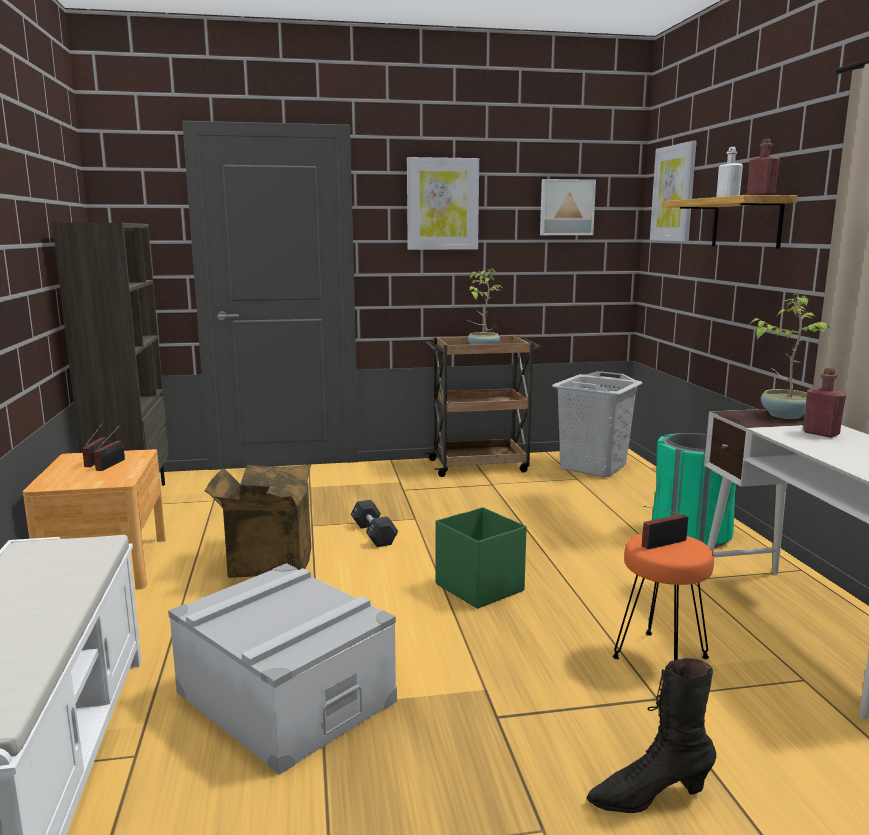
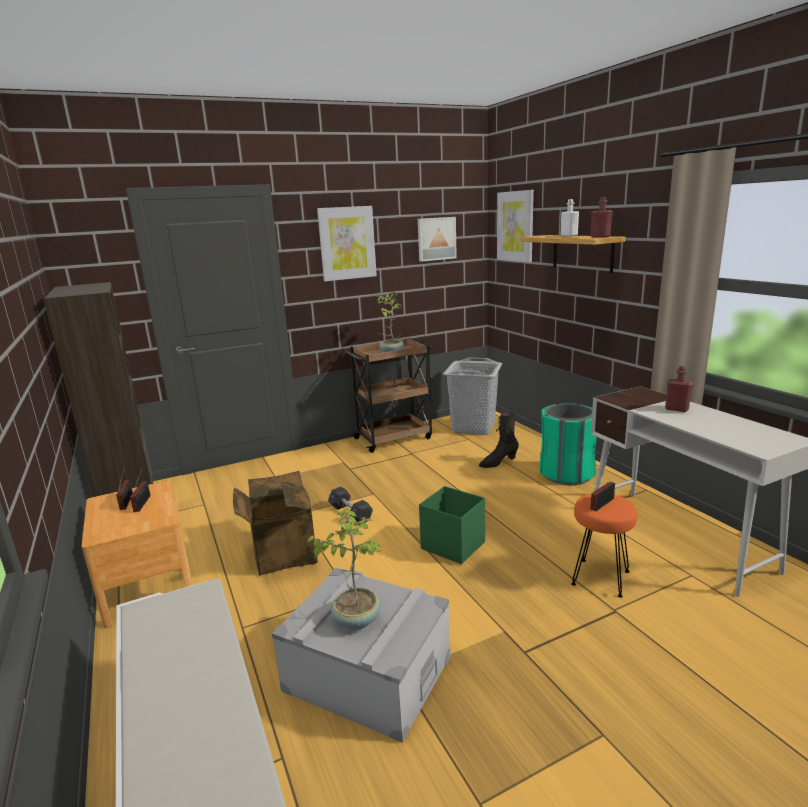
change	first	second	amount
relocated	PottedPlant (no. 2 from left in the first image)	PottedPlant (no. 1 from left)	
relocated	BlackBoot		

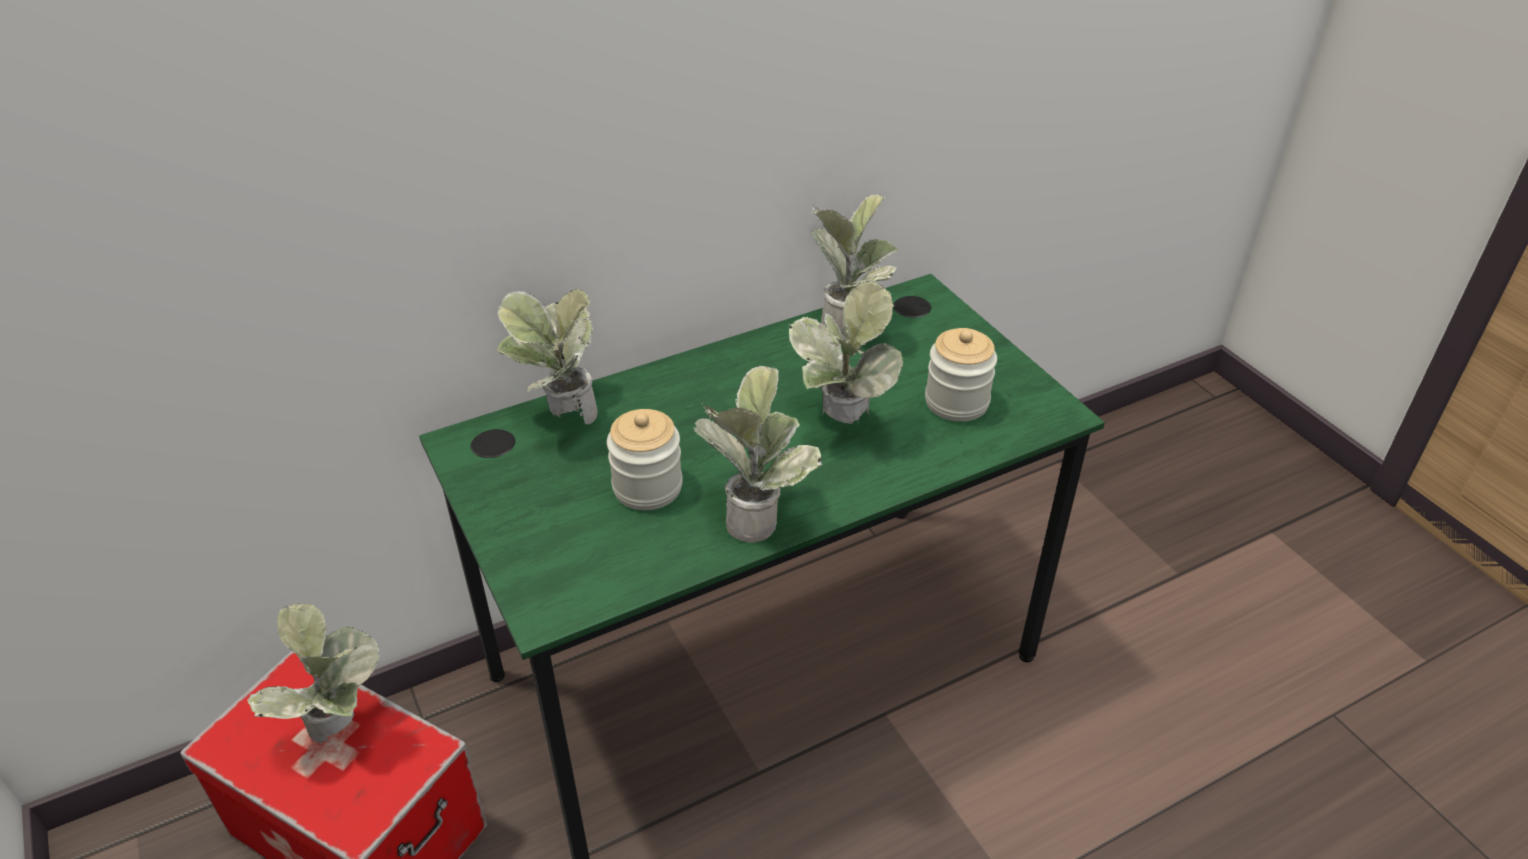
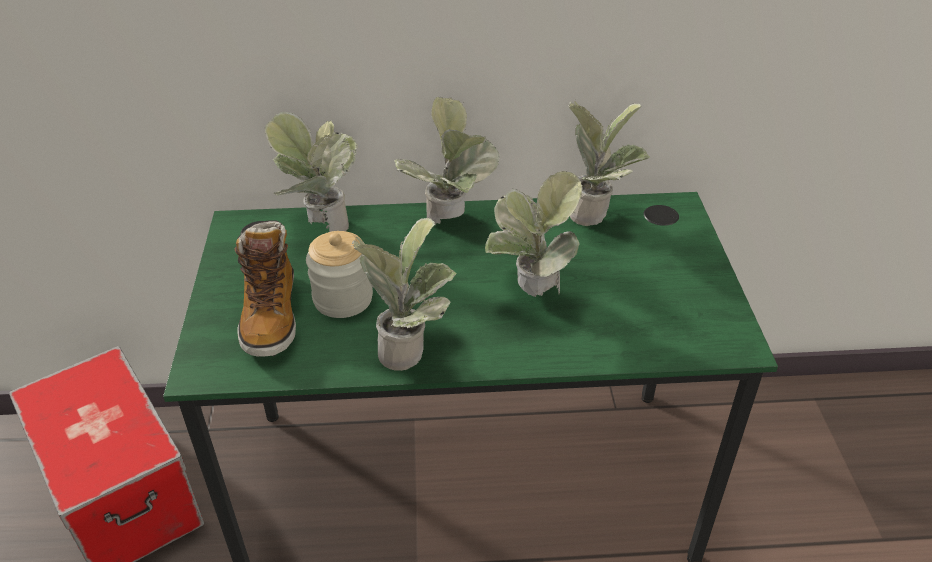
change	first	second	amount
missing	Jar (no. 2 from left)		
relocated	PottedPlant (no. 1 from left in the first image)	PottedPlant (no. 3 from left)	
appeared		Boot	

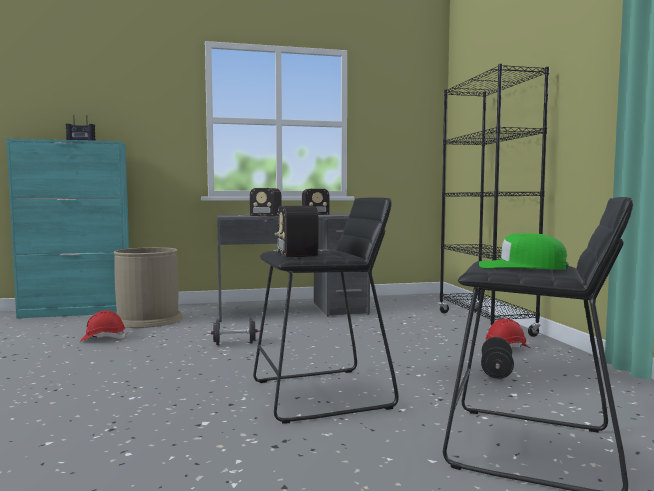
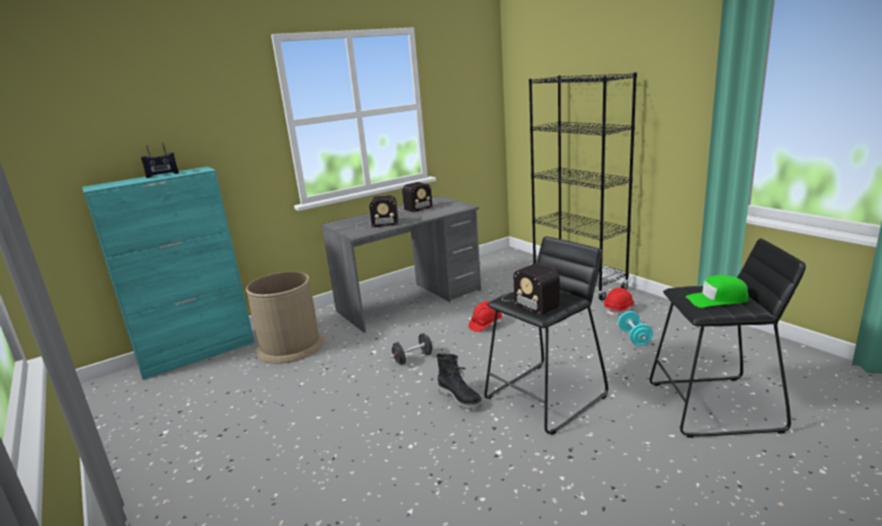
change	first	second	amount
relocated	RedHardHat (no. 1 from left)		
colour	BlackDumbbell (no. 2 from left)	TurquoiseDumbbell	
appeared		BlackBoot	

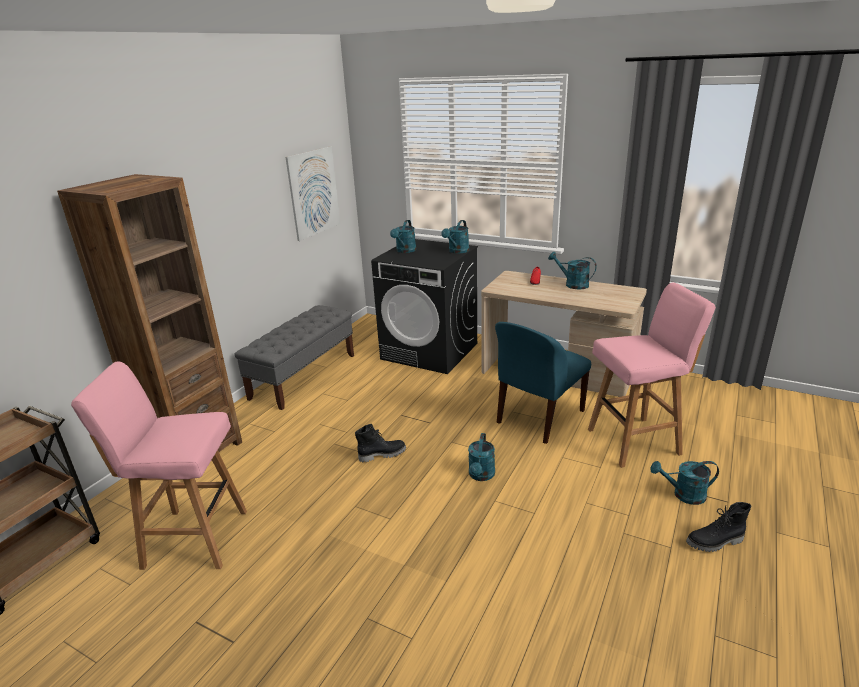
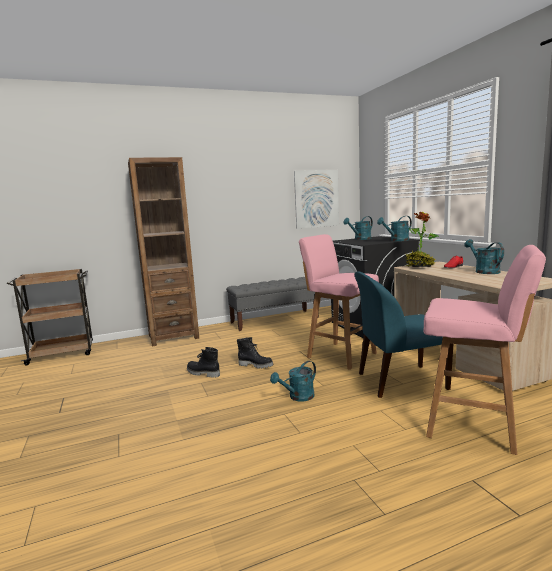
change	first	second	amount
relocated	PinkStool (no. 1 from left)		
missing	TurquoiseWateringCan (no. 5 from left)		
relocated	BlackBoot (no. 2 from left in the first image)	BlackBoot (no. 1 from left)	
appeared		PottedPlant	

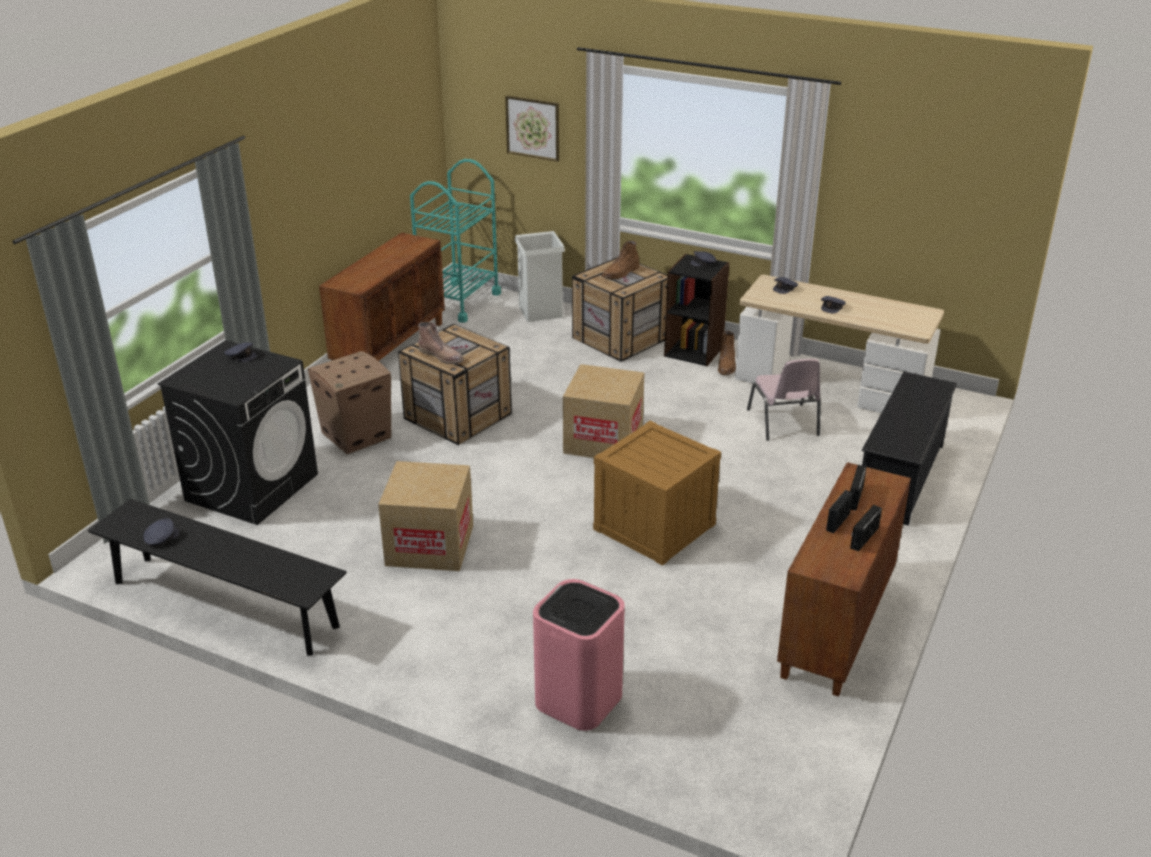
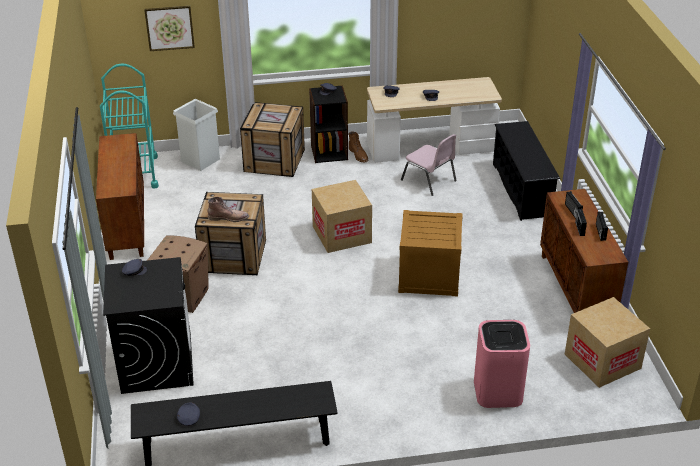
change	first	second	amount
missing	BrownBoot (no. 2 from left)		
relocated	CardboardBox (no. 2 from left in the first image)	CardboardBox (no. 3 from left)	

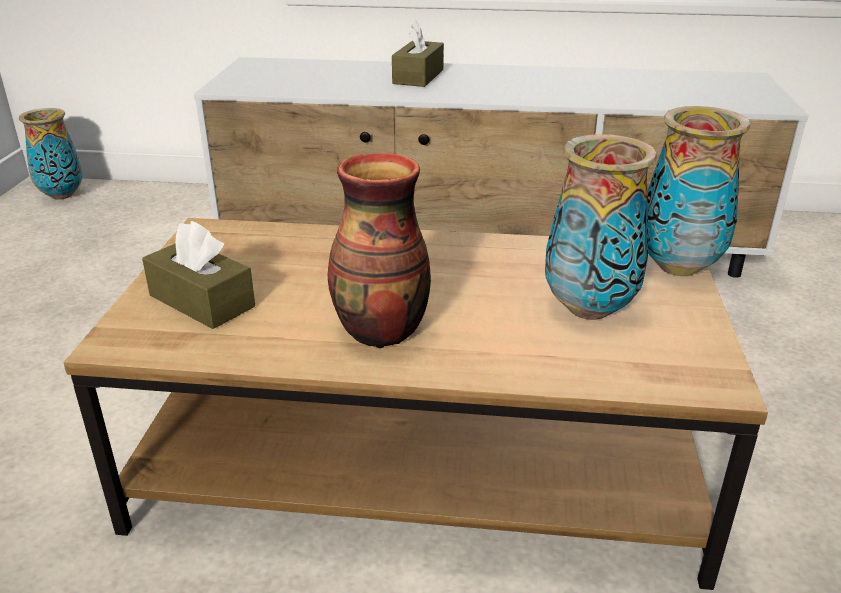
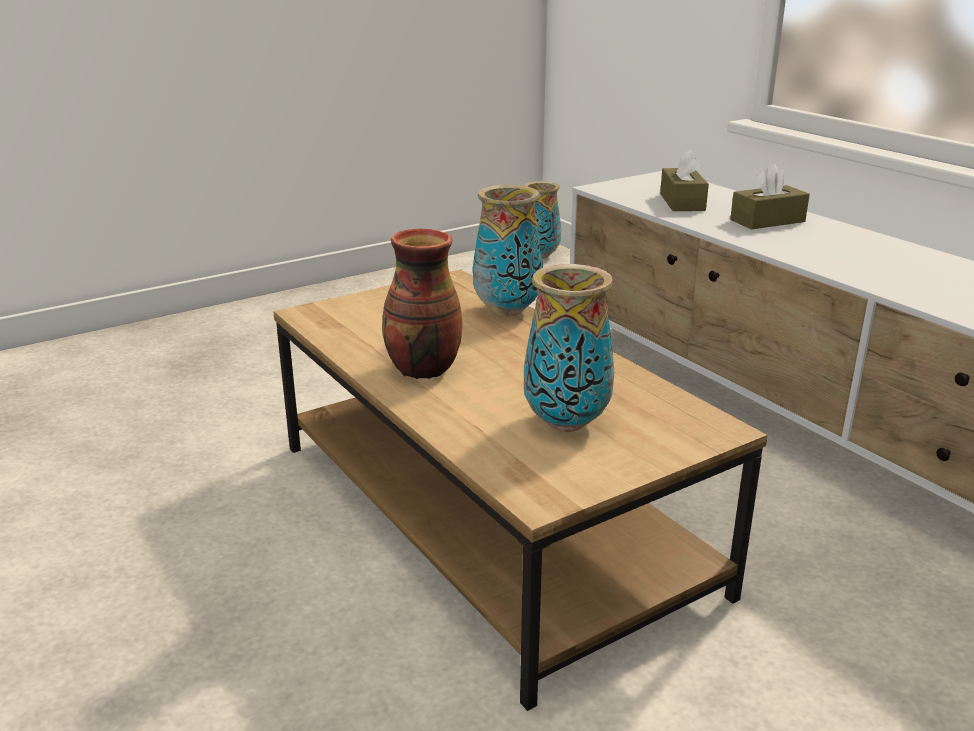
change	first	second	amount
relocated	Vase (no. 4 from left in the first image)	Vase (no. 2 from left)	
relocated	BrownTissueBox (no. 1 from left)		

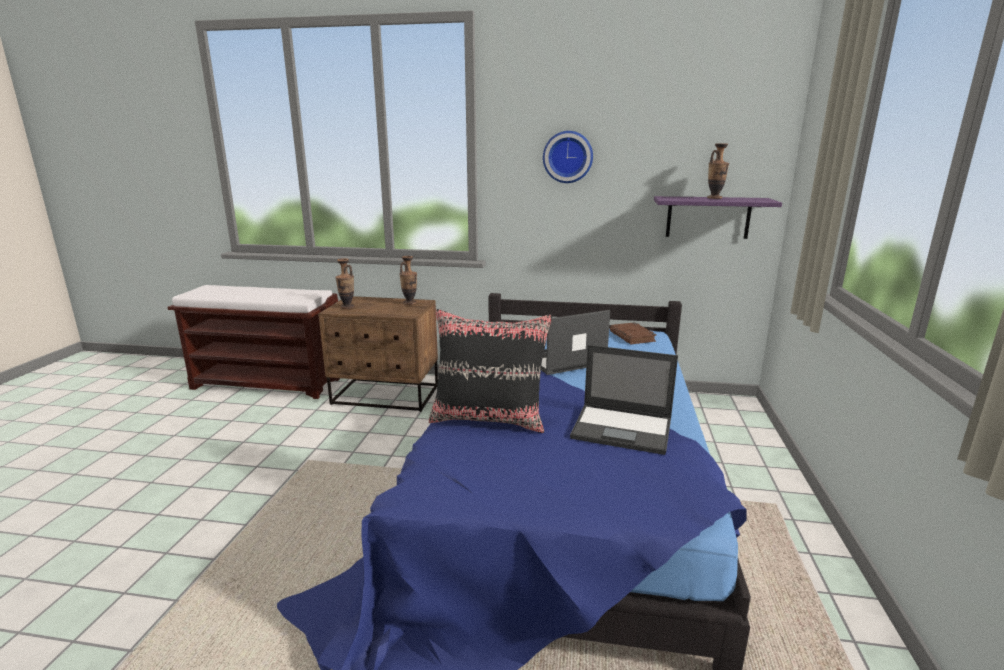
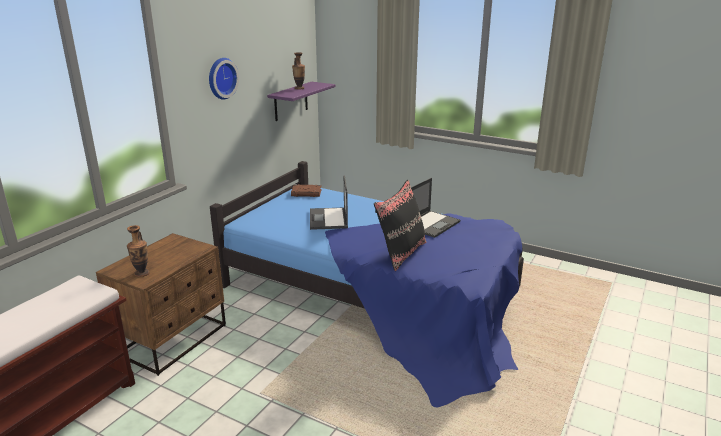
change	first	second	amount
missing	Vase (no. 2 from left)		

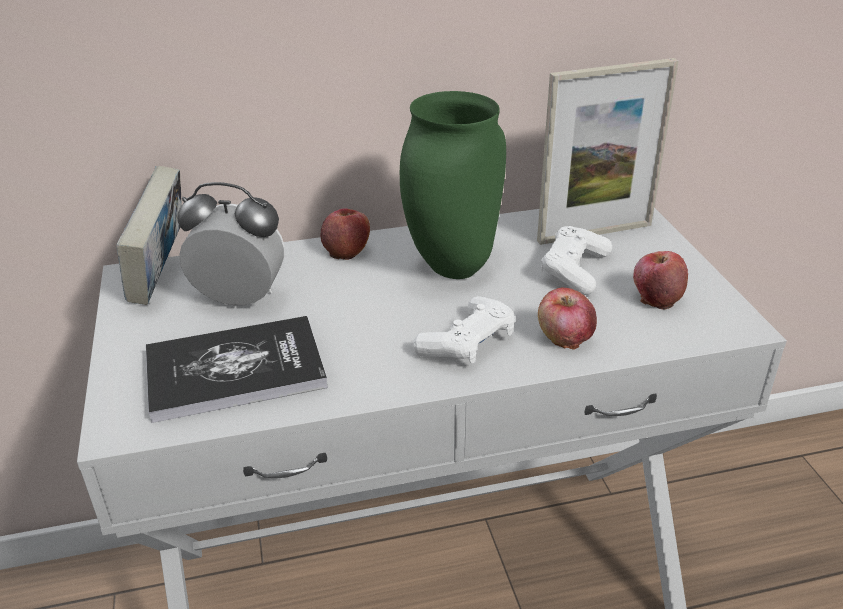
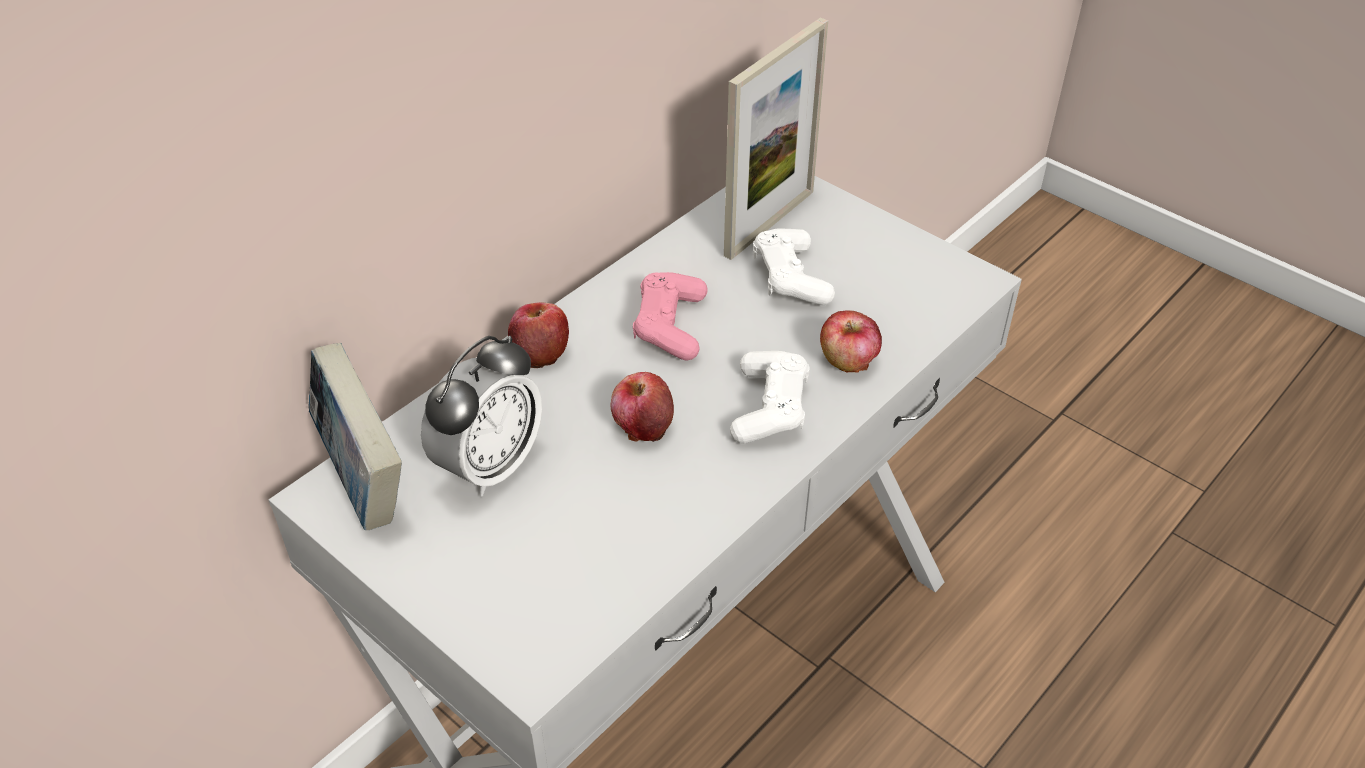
change	first	second	amount
exchanged	GreenVase	PinkGameController	
spun	AlarmClock		150 degrees clockwise
relocated	Apple (no. 3 from left in the first image)	Apple (no. 2 from left)	
missing	Book (no. 2 from left)		

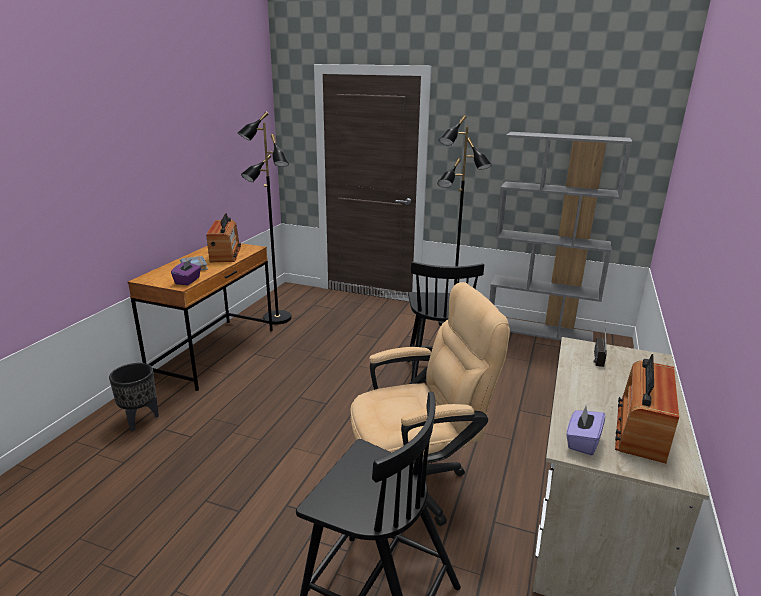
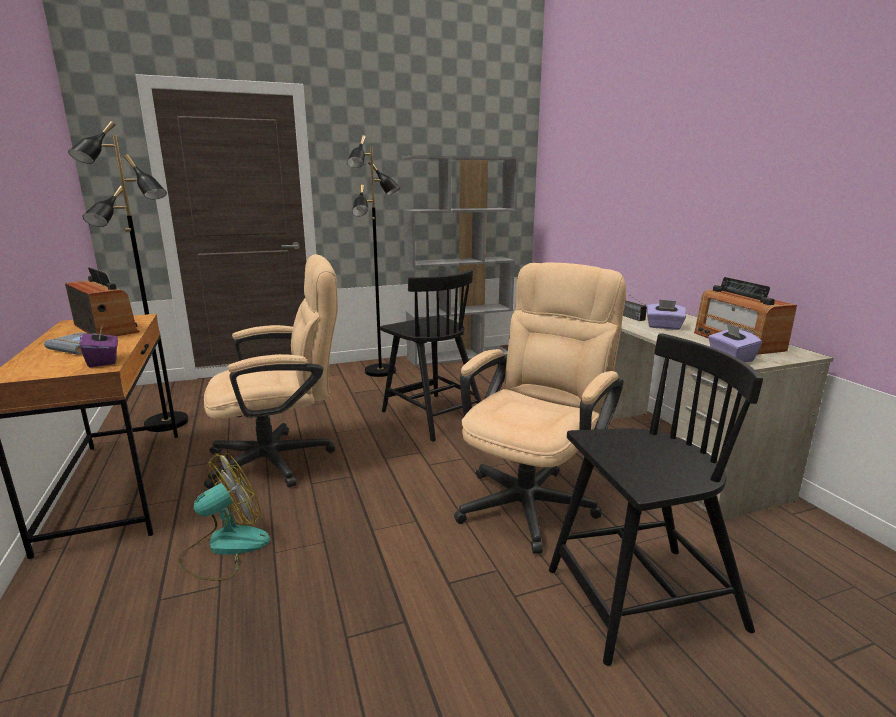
change	first	second	amount
missing	BlackPlanter		
appeared		BeigeOfficeChair (no. 1 from left)	
appeared		PurpleTissueBox (no. 2 from left)	
appeared		Fan	

